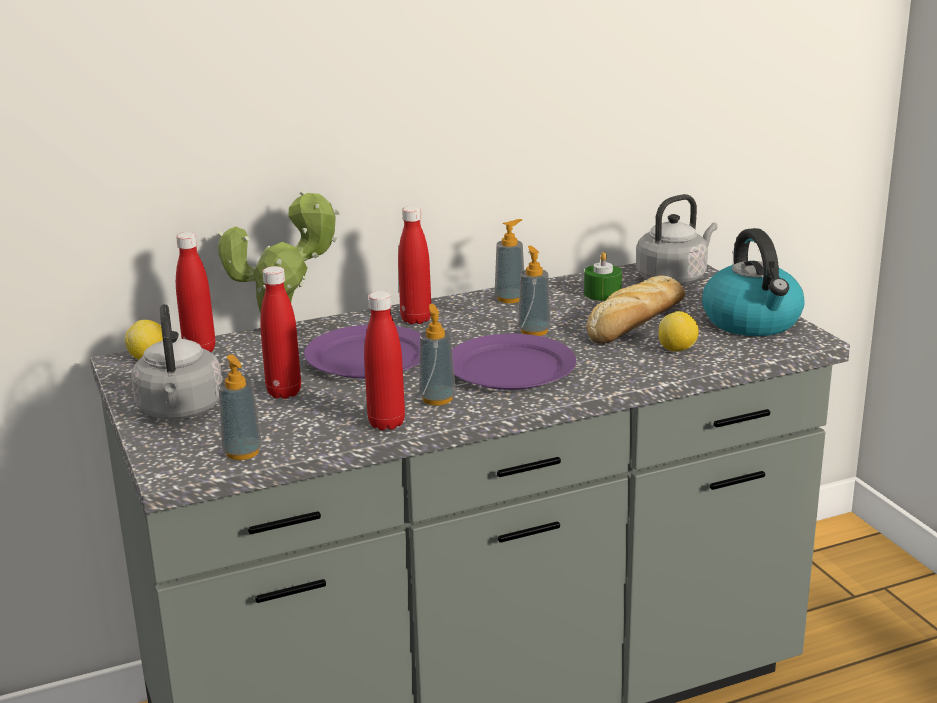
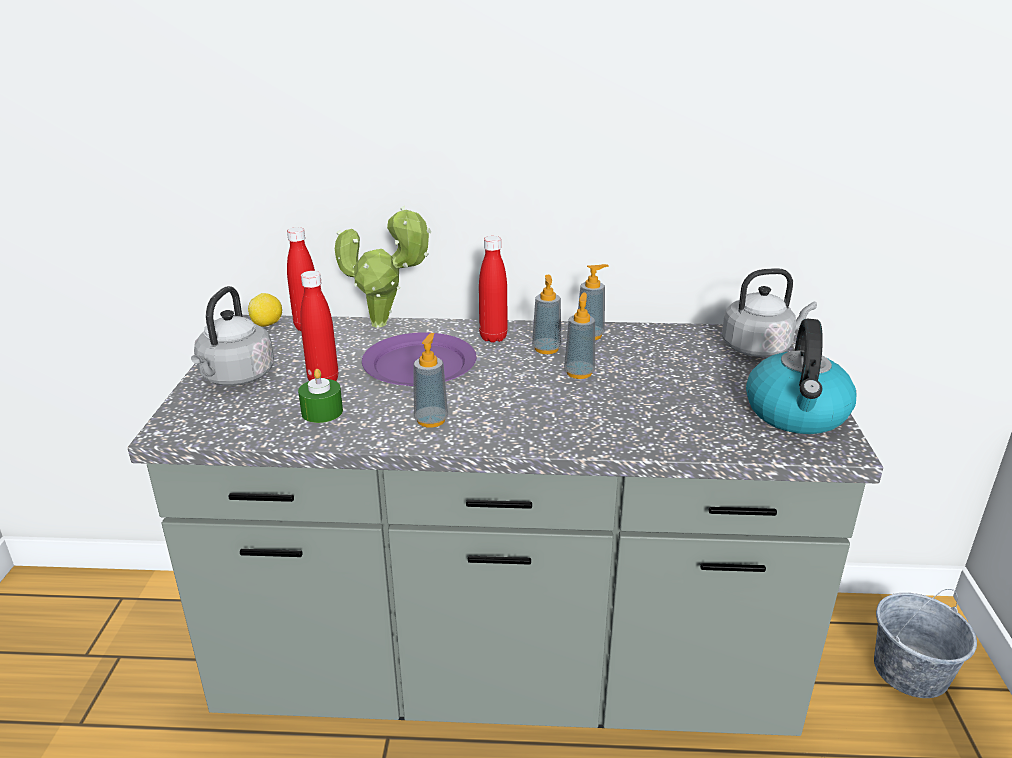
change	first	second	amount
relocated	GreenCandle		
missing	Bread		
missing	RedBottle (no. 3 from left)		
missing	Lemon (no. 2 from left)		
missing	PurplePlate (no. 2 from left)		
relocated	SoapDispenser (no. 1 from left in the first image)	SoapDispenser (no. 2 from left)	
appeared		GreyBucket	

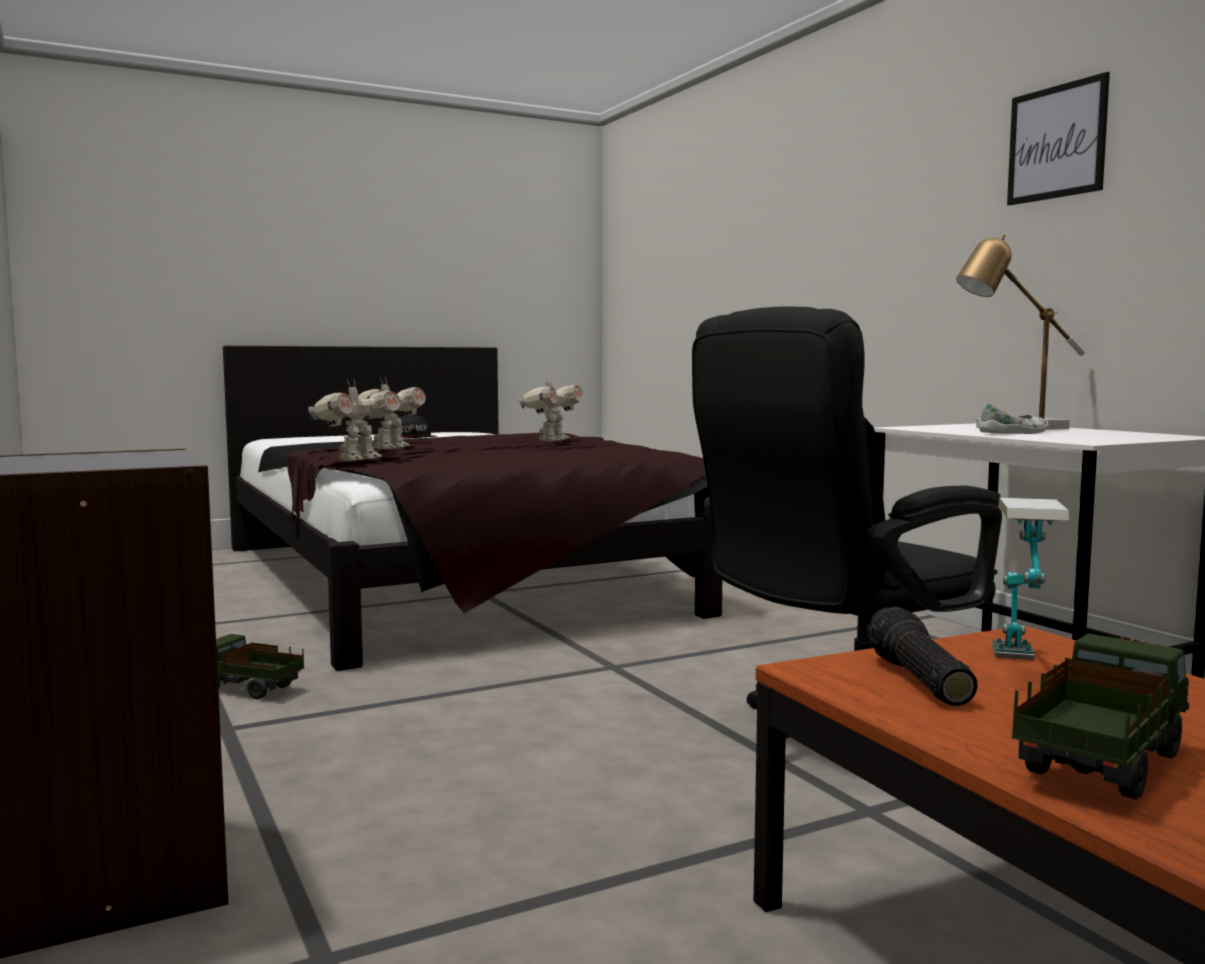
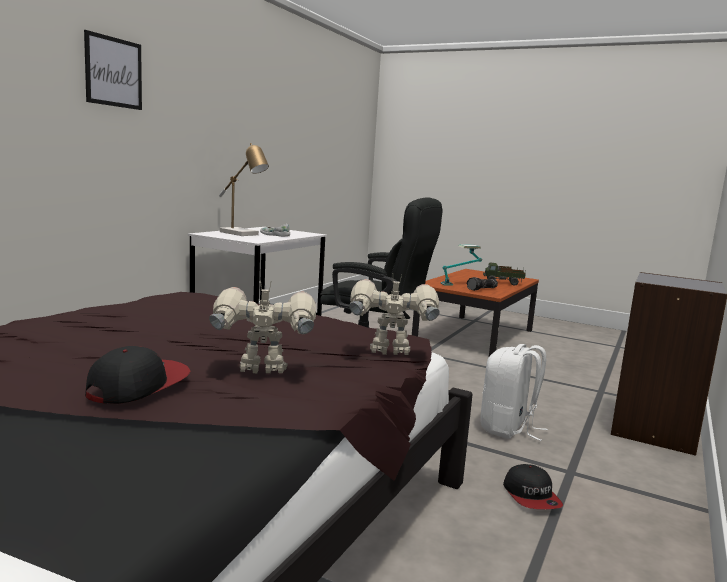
change	first	second	amount
relocated	Picture		
missing	ToyRobot (no. 3 from left)		
exchanged	ToyTruck (no. 1 from left)	Cap (no. 2 from left)	
appeared		WhiteBackpack	

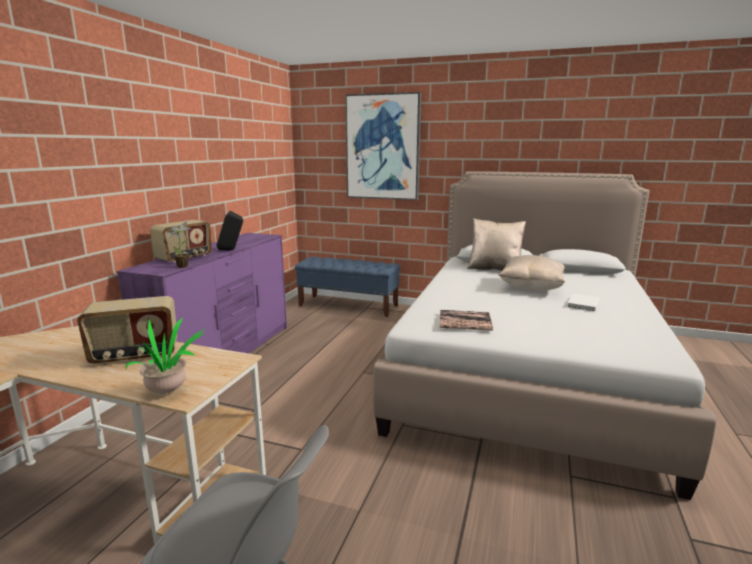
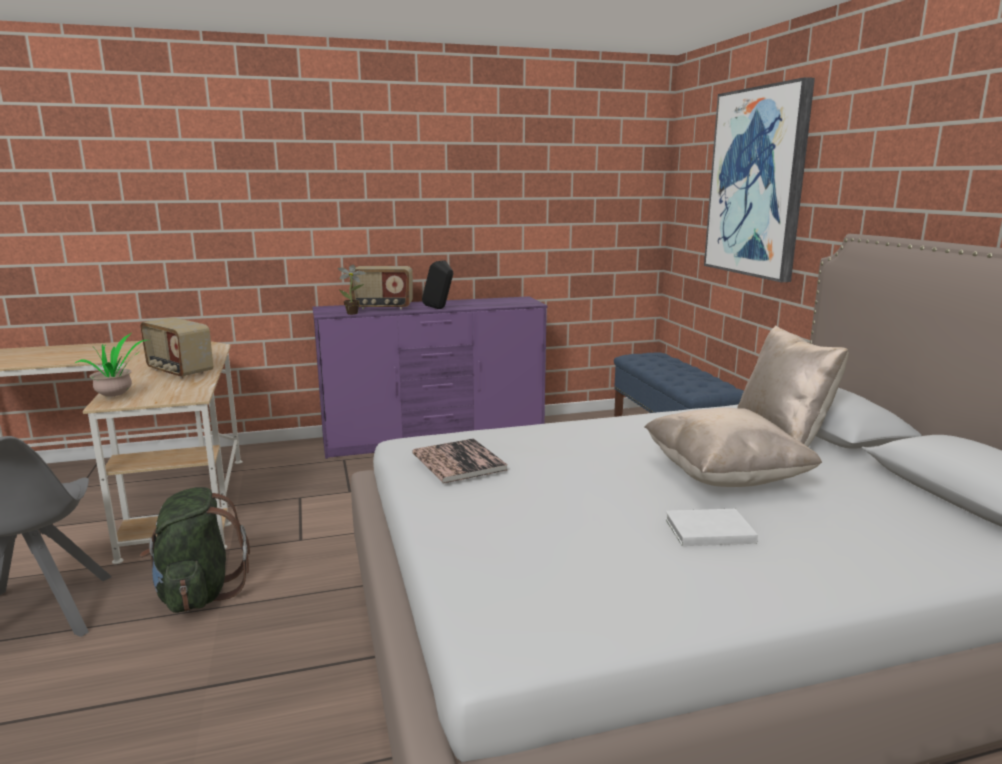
change	first	second	amount
appeared		GreenBackpack	

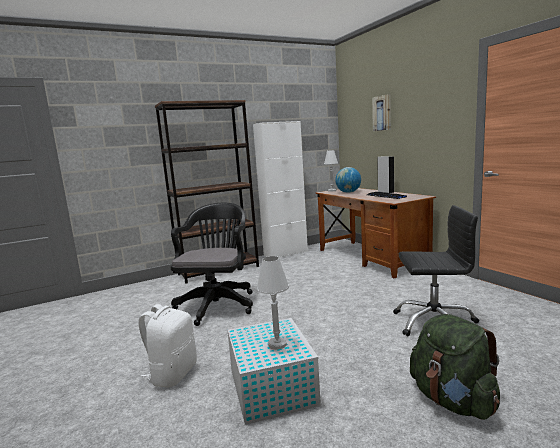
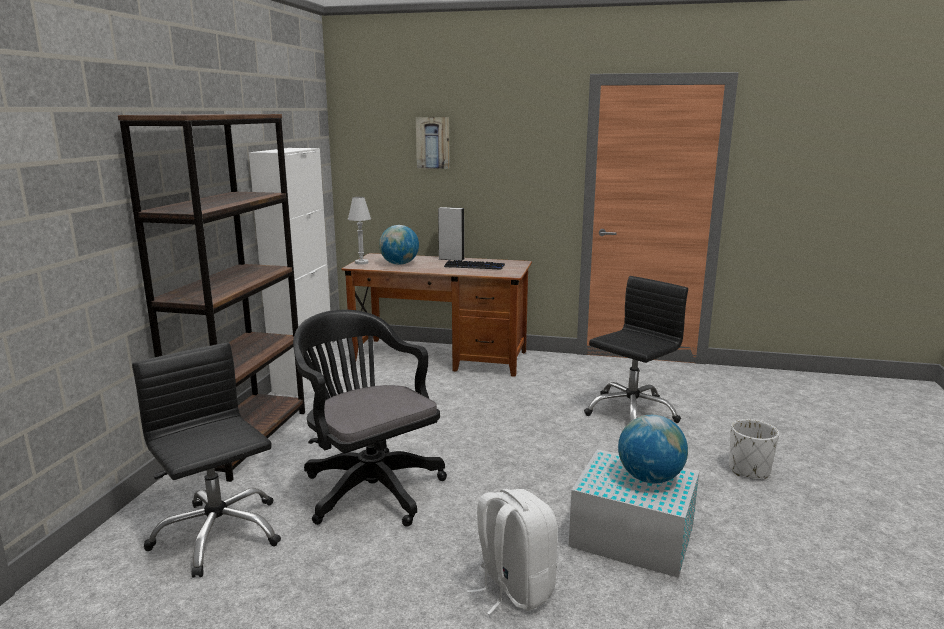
change	first	second	amount
exchanged	WhiteTableLamp (no. 1 from left)	Globe (no. 2 from left)	
exchanged	GreenBackpack	WhitePlanter	
appeared		BlackOfficeChair (no. 1 from left)	

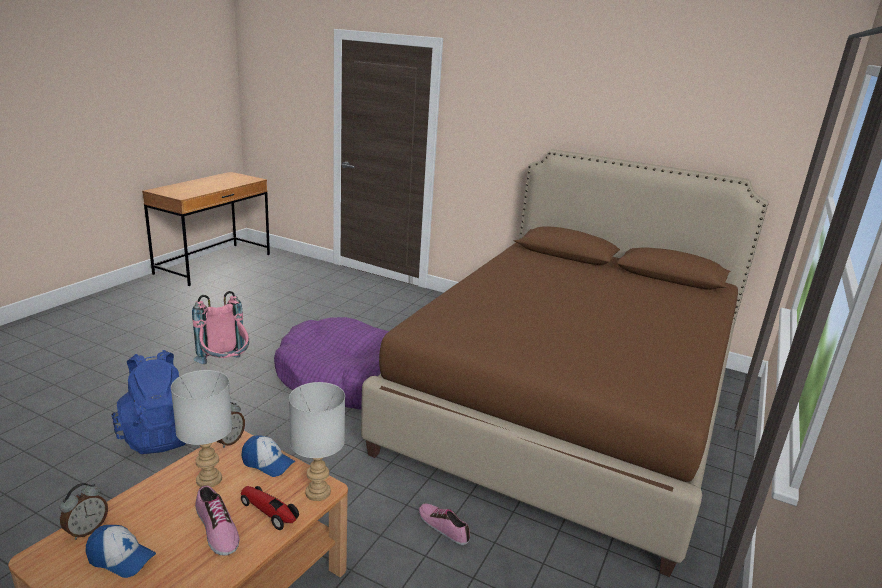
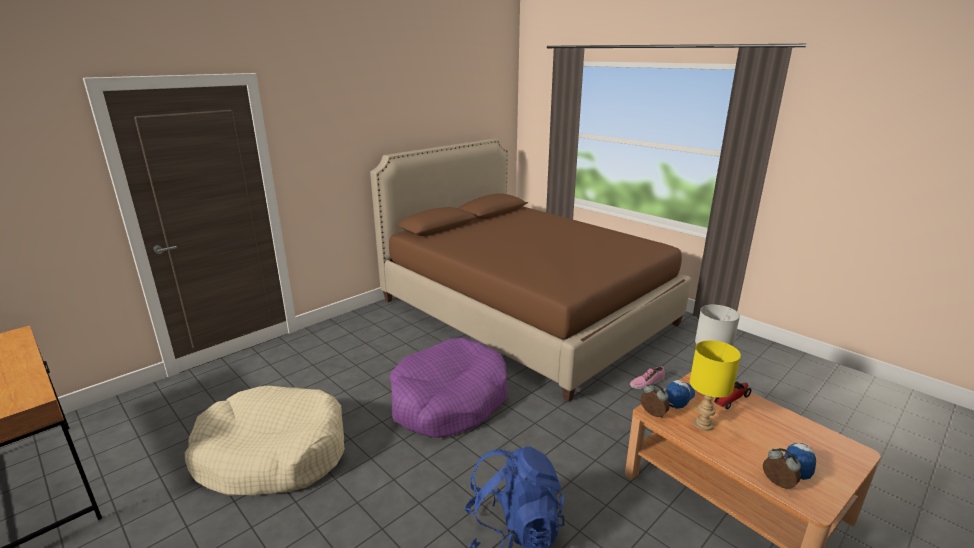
change	first	second	amount
missing	PinkBackpack		
colour	GreyTableLamp (no. 1 from left)	YellowTableLamp	
missing	Shoe (no. 1 from left)		
appeared		BeigeDogBed	

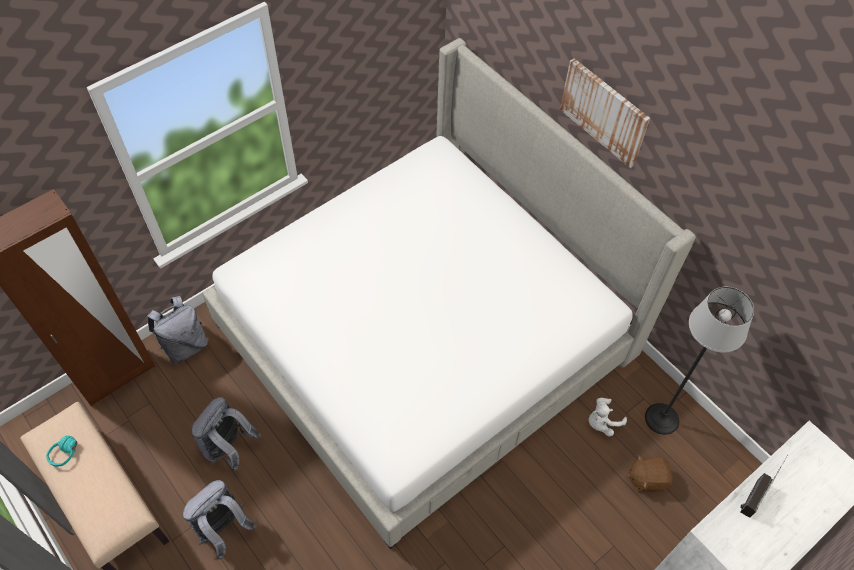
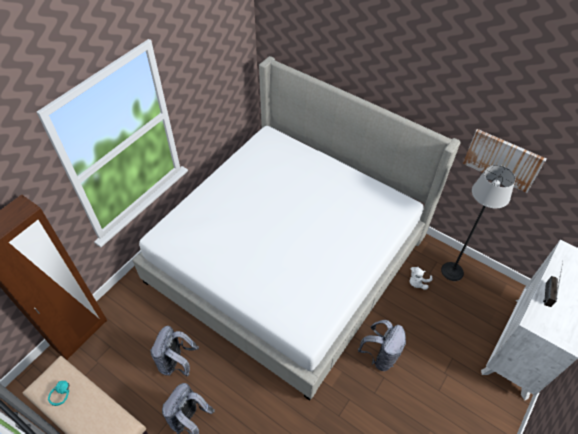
change	first	second	amount
relocated	Picture		
relocated	GreyBackpack (no. 1 from left in the first image)	GreyBackpack (no. 3 from left)	
missing	BrownPlushToy		

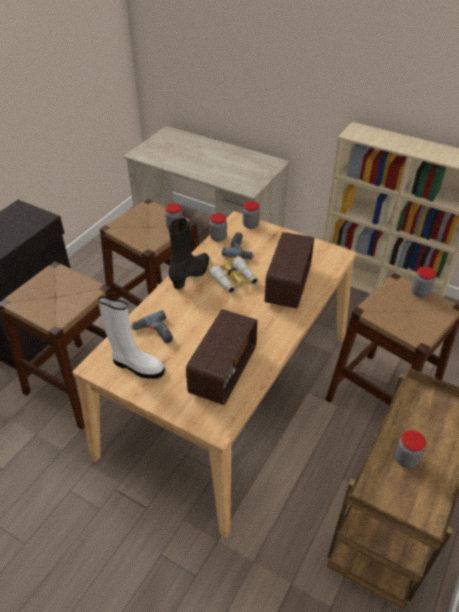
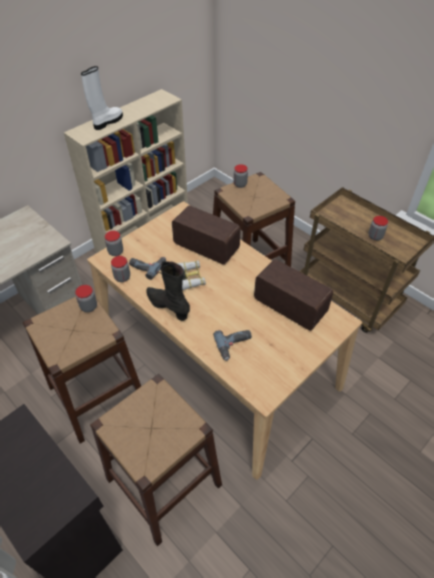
change	first	second	amount
relocated	WhiteBoot		

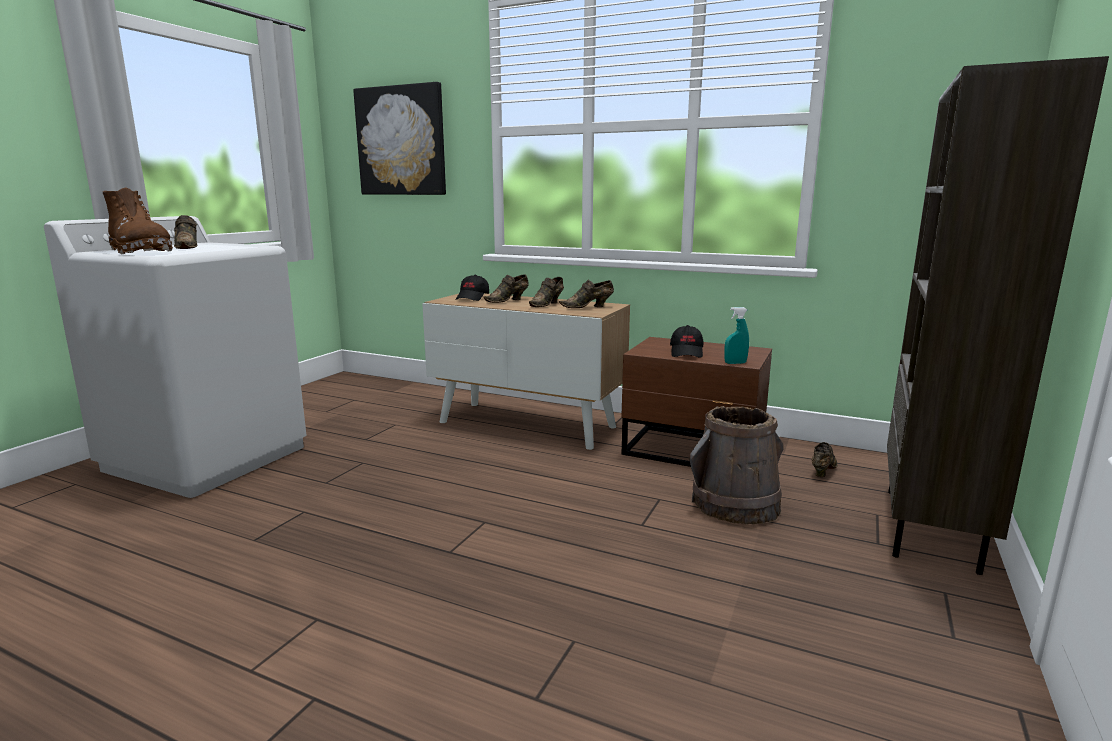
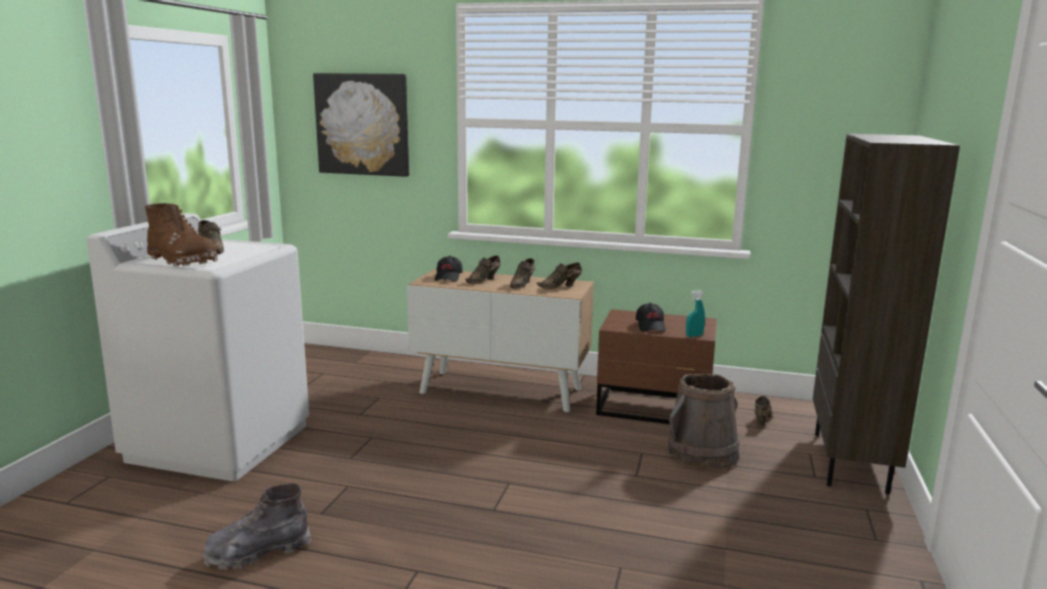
change	first	second	amount
appeared		GreyBoot	

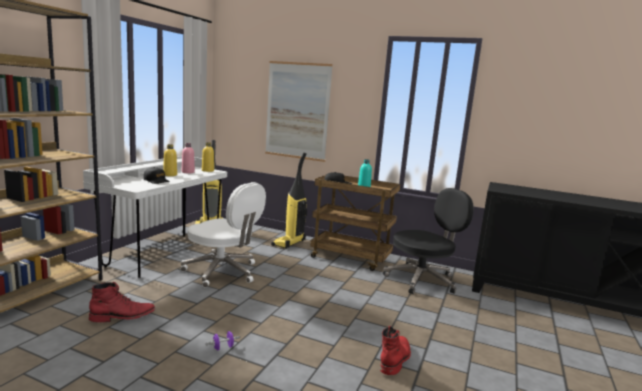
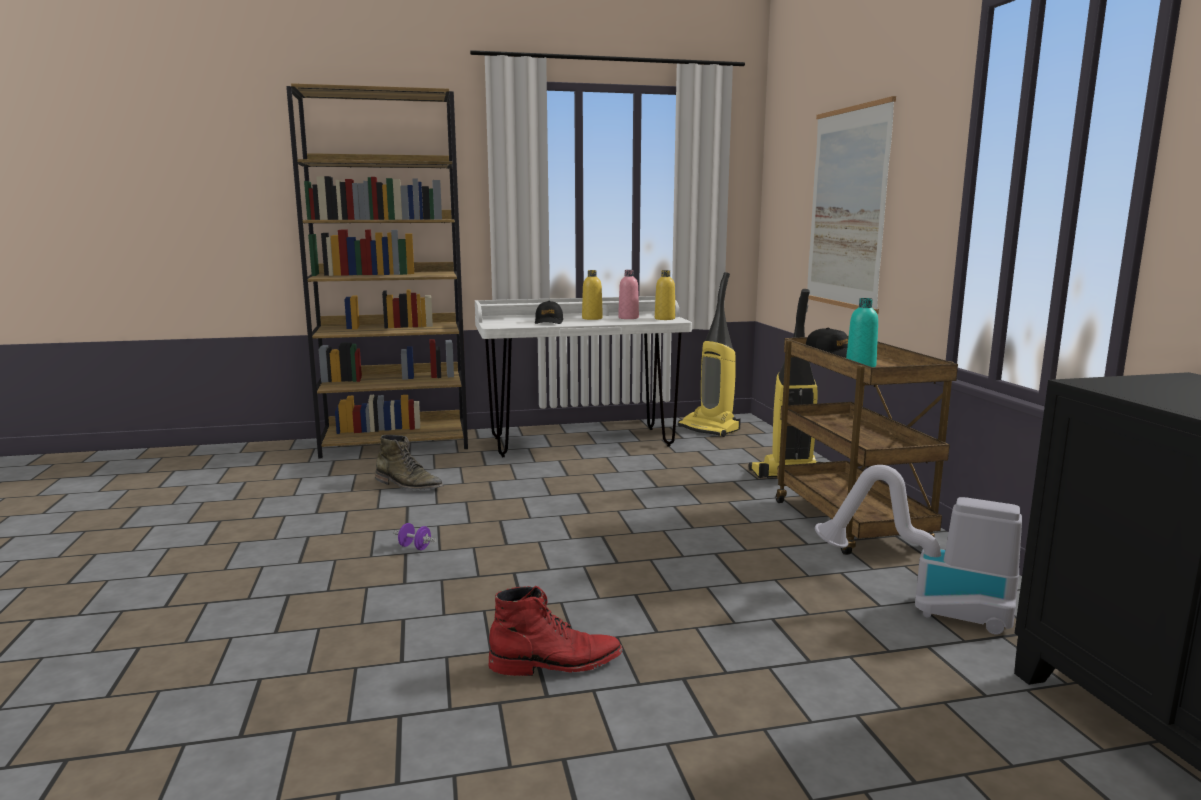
change	first	second	amount
missing	WhiteOfficeChair		
exchanged	BlackOfficeChair	VacuumCleaner (no. 3 from left)	
colour	RedBoot (no. 1 from left)	GreenBoot	

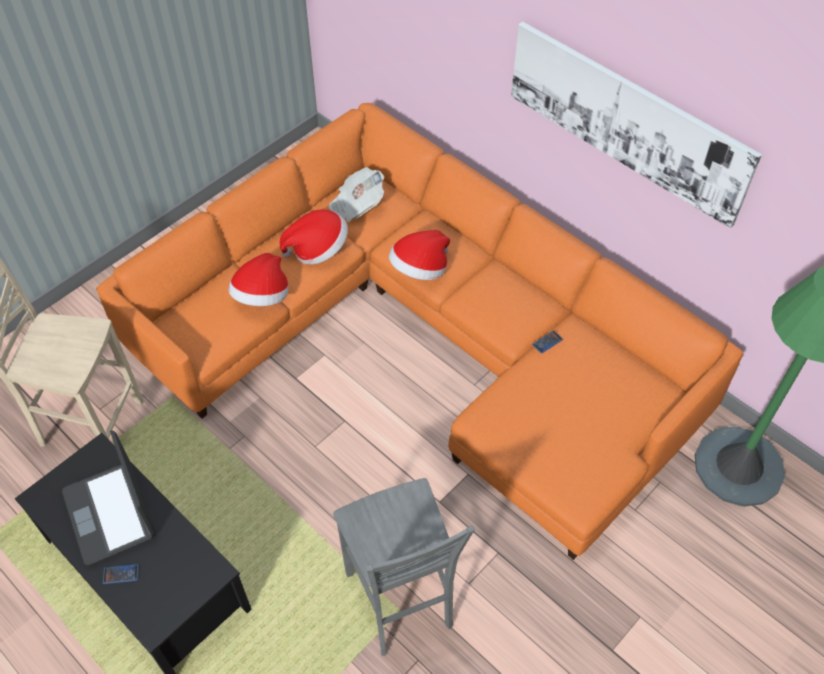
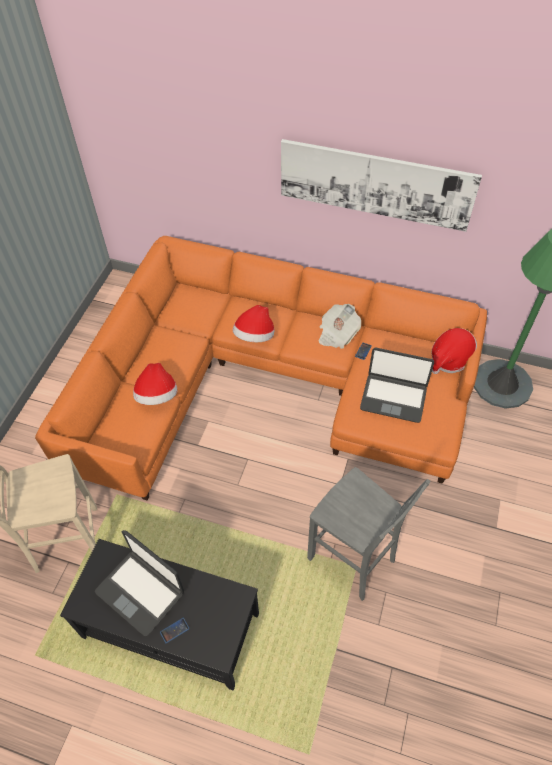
change	first	second	amount
relocated	Newspaper		
relocated	Hat (no. 2 from left in the first image)	Hat (no. 3 from left)	
appeared		Laptop (no. 2 from left)	

